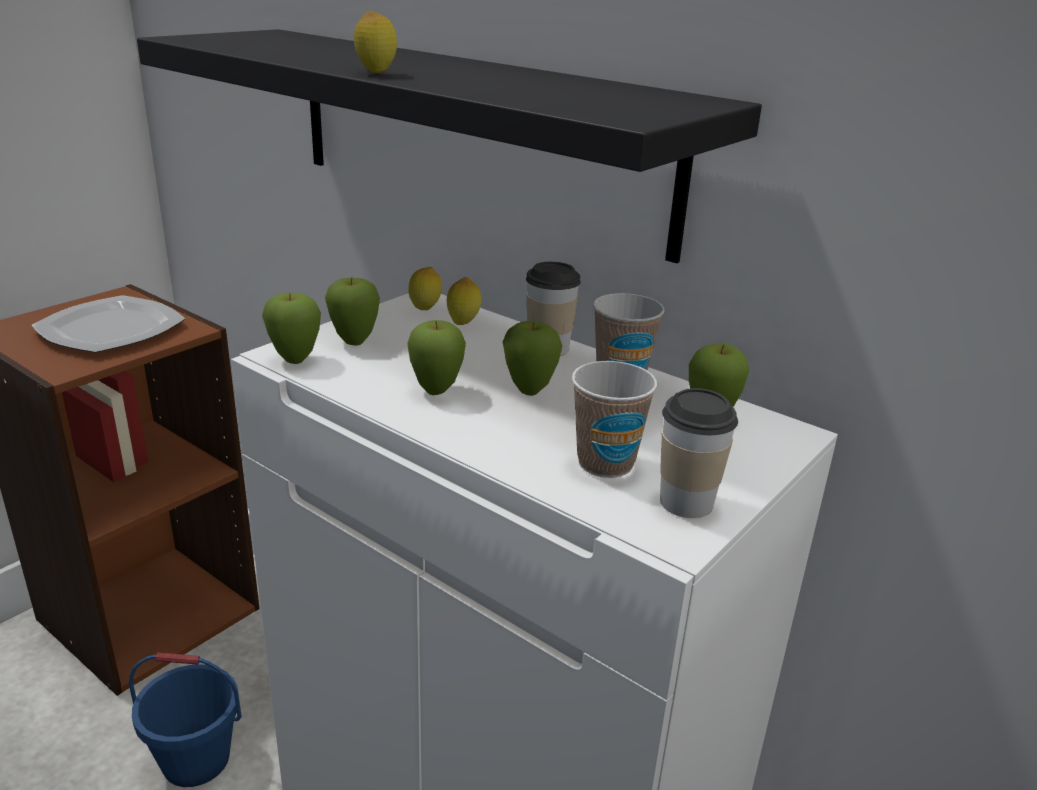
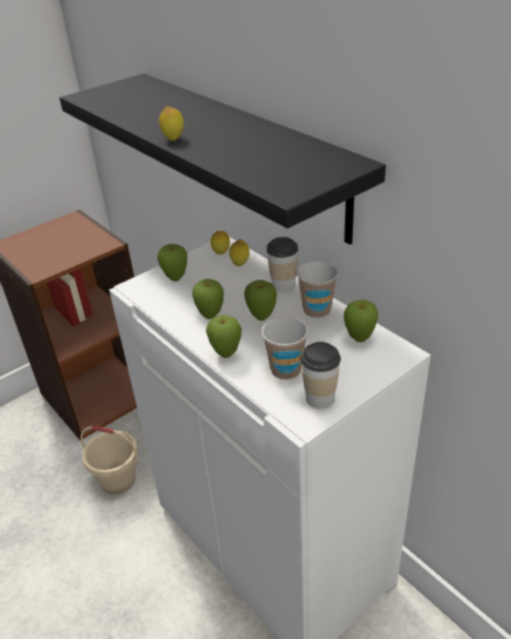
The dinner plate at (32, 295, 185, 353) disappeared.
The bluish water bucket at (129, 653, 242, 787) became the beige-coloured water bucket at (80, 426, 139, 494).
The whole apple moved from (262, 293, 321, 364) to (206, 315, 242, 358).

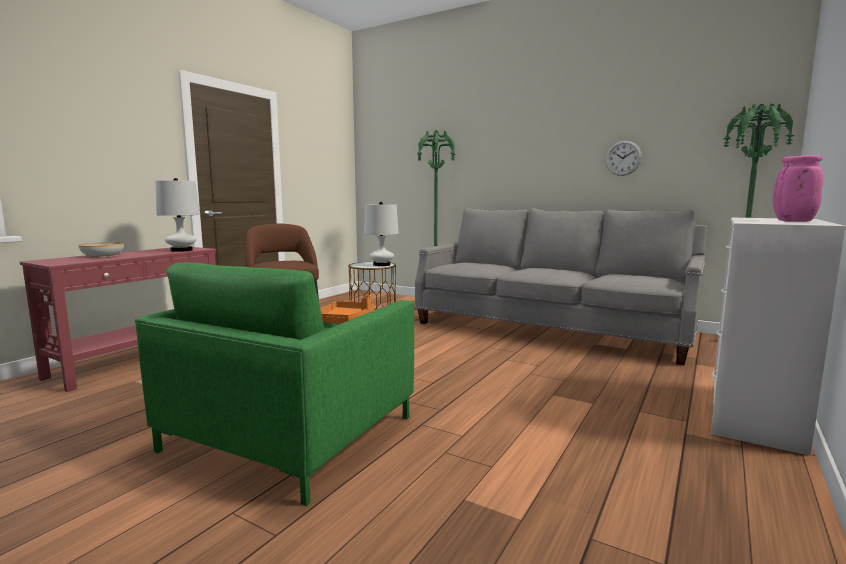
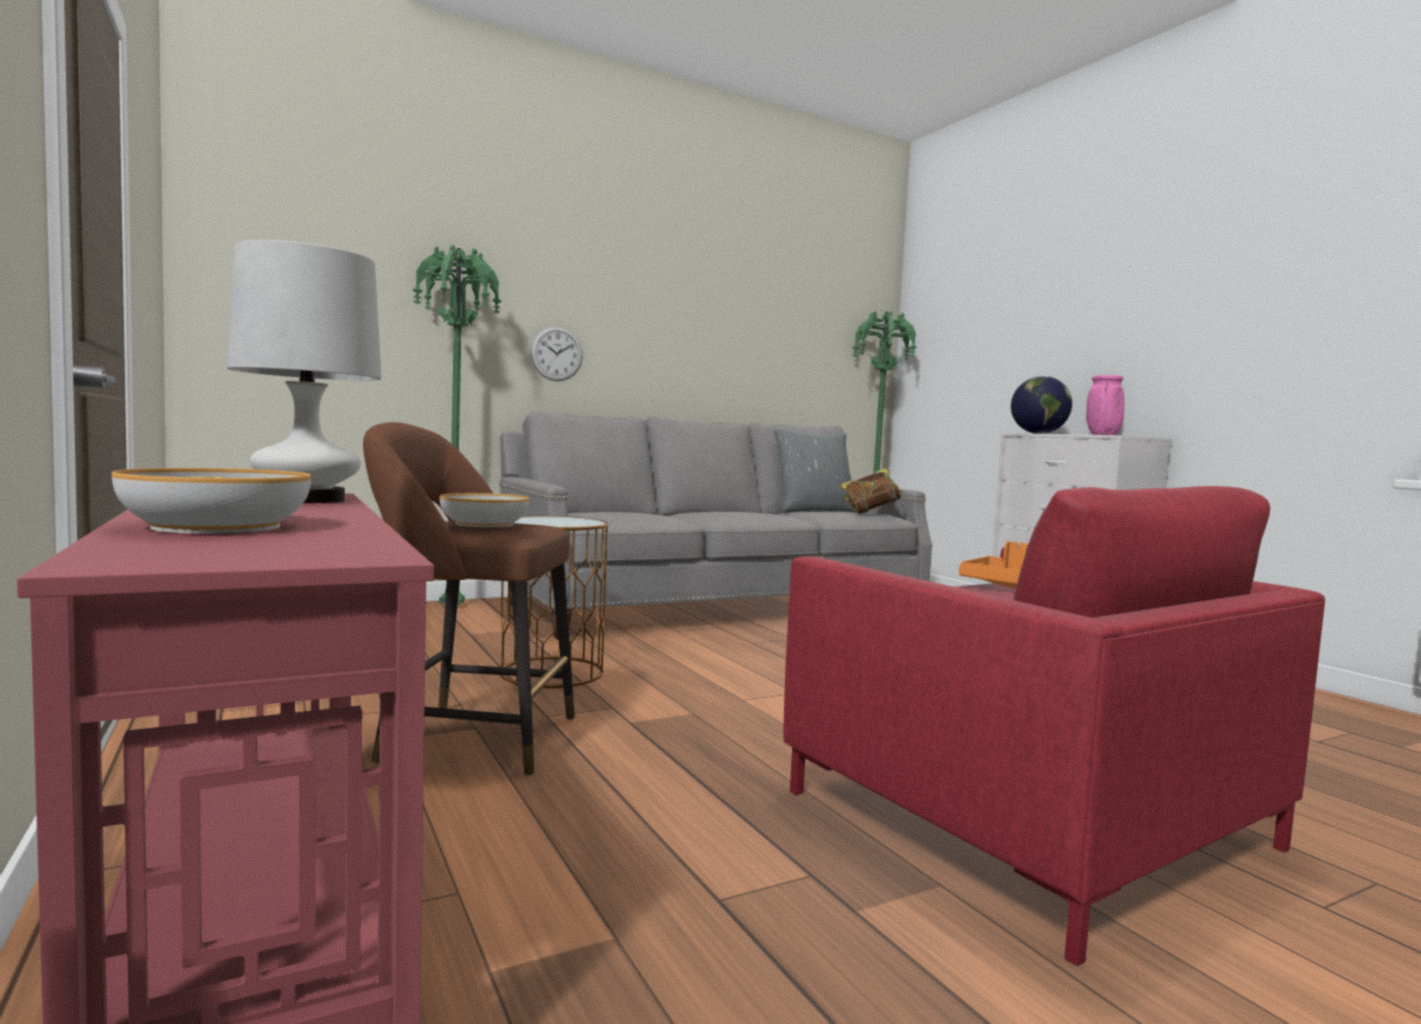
The greenish lounge chair at (135, 263, 414, 506) became the reddish lounge chair at (783, 486, 1325, 966).
The whitish lamp for a table at (364, 202, 399, 266) disappeared.
The wall clock moved from (605, 140, 642, 176) to (530, 326, 583, 381).
The bowl at (439, 493, 529, 527) appeared.
The gray pillow at (773, 429, 856, 512) appeared.
The volume at (841, 469, 904, 514) appeared.
The desk globe at (1011, 376, 1072, 434) appeared.

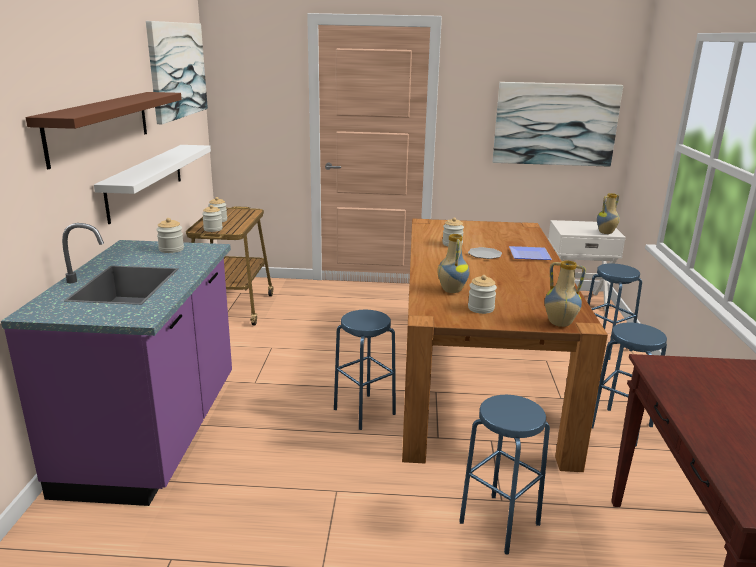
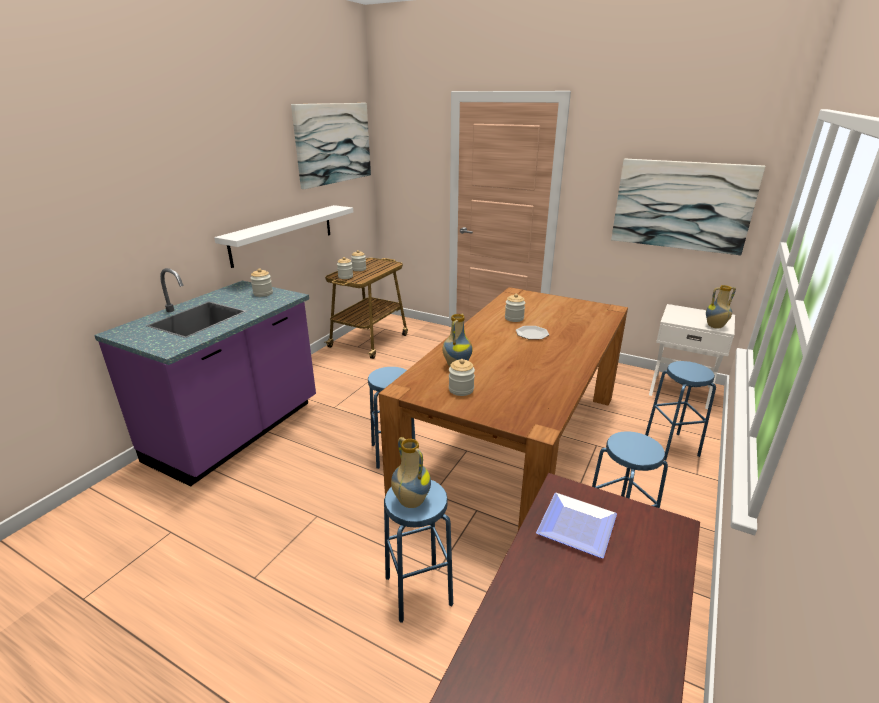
The brown shelf at (26, 92, 182, 169) disappeared.
The dinner plate moved from (509, 246, 552, 260) to (536, 493, 617, 558).
The decorative vase moved from (545, 261, 586, 327) to (391, 437, 431, 508).

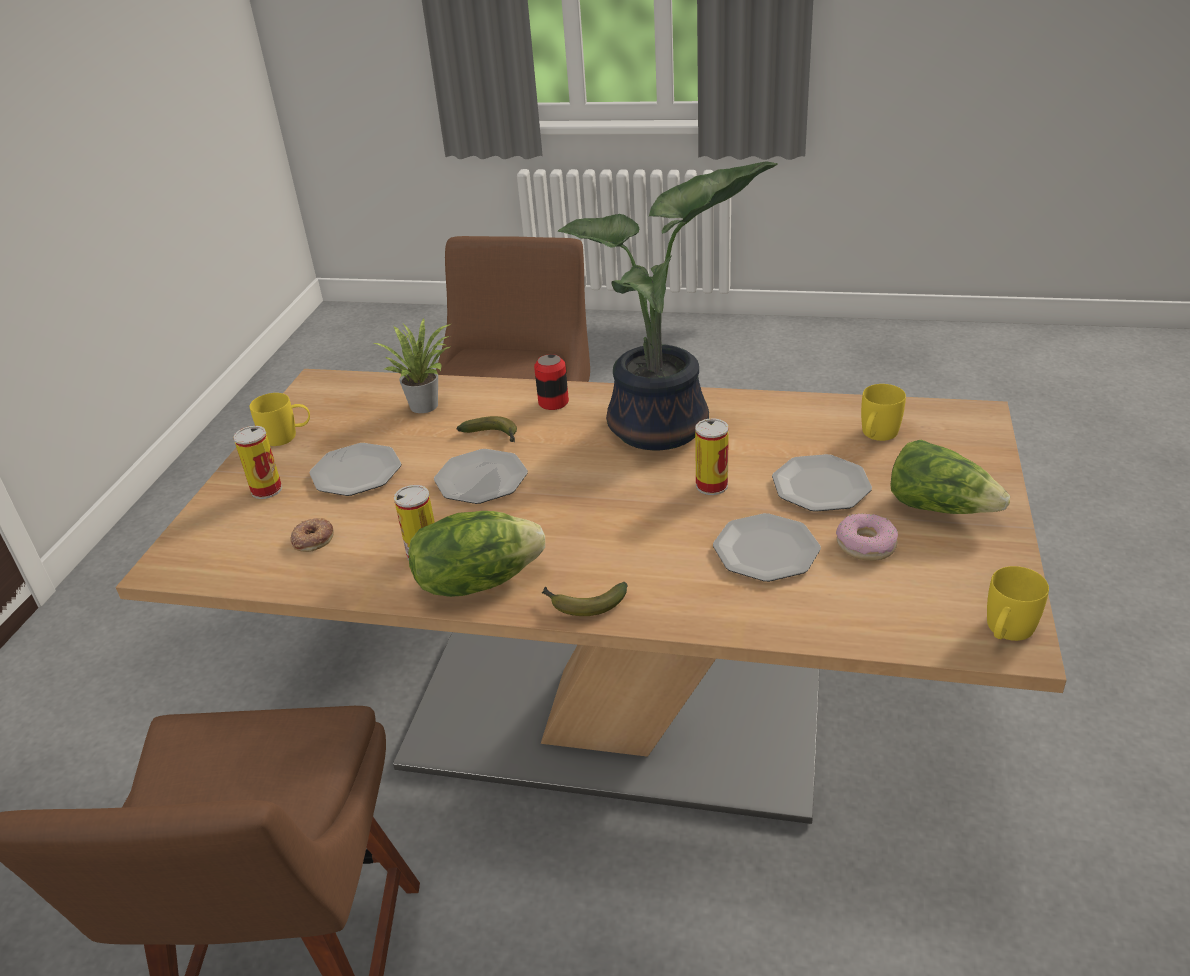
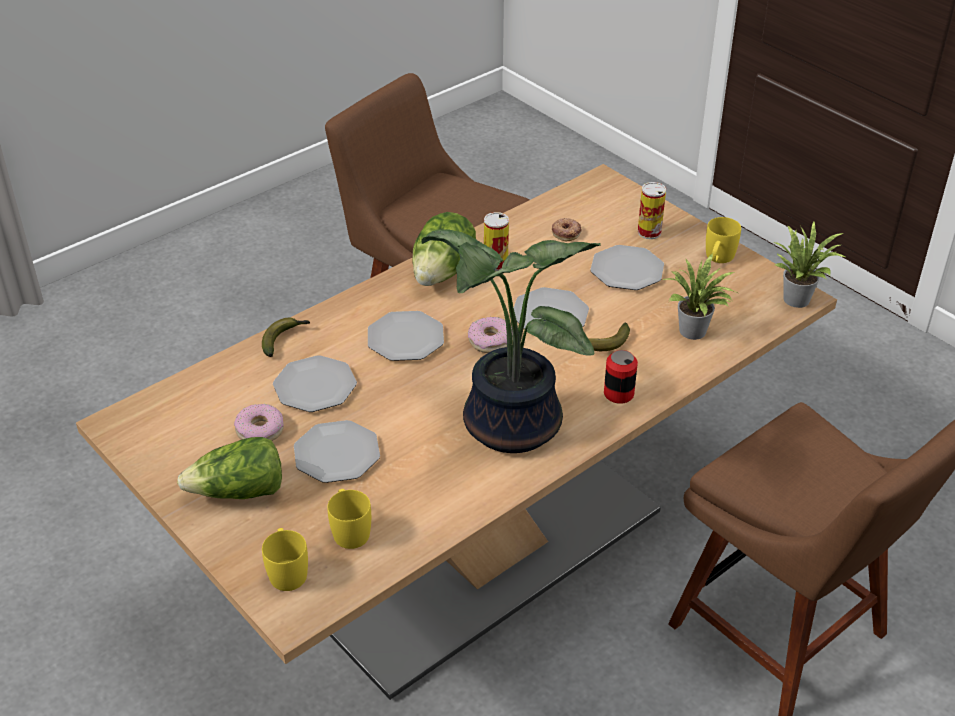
The whole banana moved from (542, 582, 628, 616) to (262, 318, 310, 357).
The metal can at (695, 418, 729, 495) disappeared.
The yellow coffee mug moved from (987, 566, 1049, 641) to (262, 528, 308, 591).
The dinner plate at (368, 311, 444, 361) appeared.
The ring doughnut at (468, 317, 513, 353) appeared.
The plant in a pot at (774, 221, 847, 308) appeared.

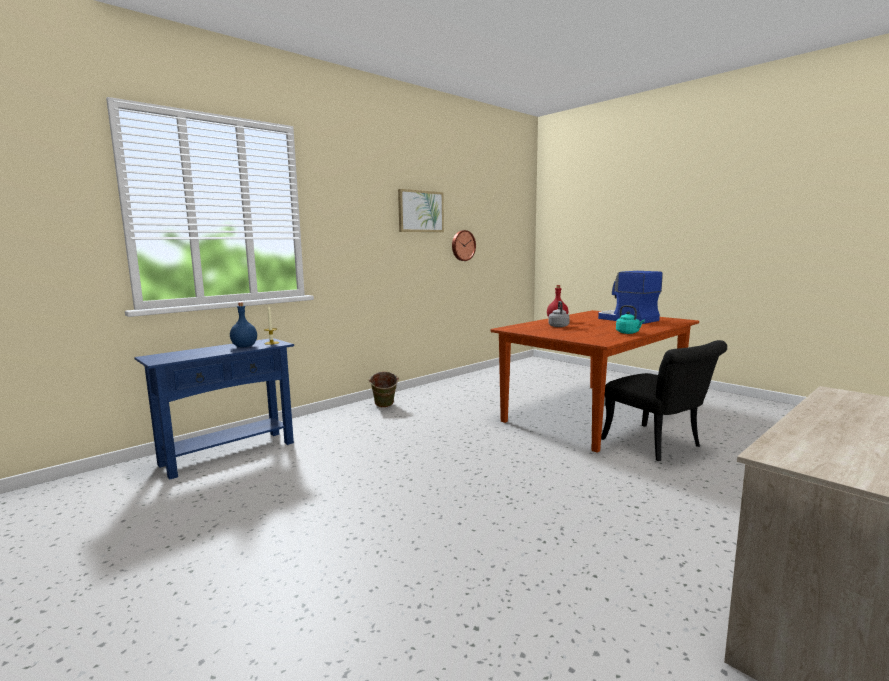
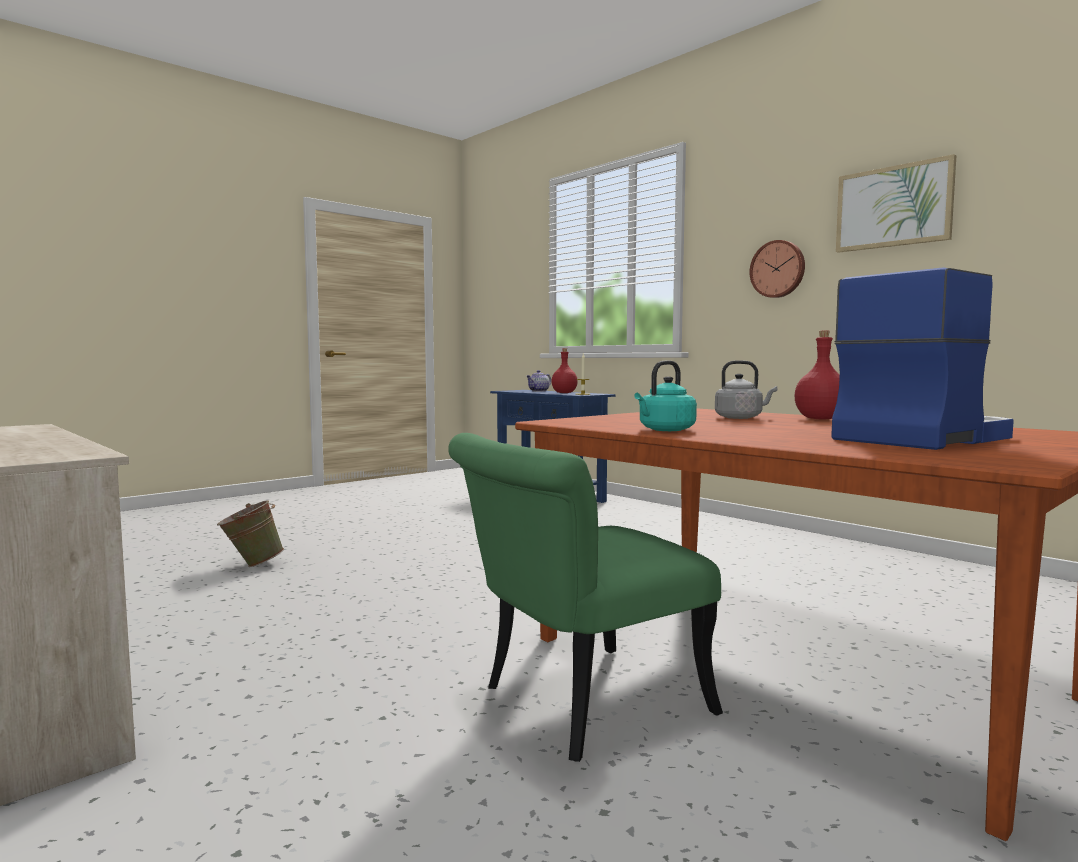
The bluish beverage bottle at (230, 302, 257, 347) became the reddish beverage bottle at (551, 348, 578, 393).
The greenish water bucket moved from (369, 372, 399, 408) to (217, 500, 284, 567).
The wall clock moved from (452, 230, 476, 261) to (749, 240, 805, 298).
The black chair at (601, 340, 727, 461) became the greenish chair at (448, 433, 723, 762).
The pot for tea at (527, 370, 551, 392) appeared.

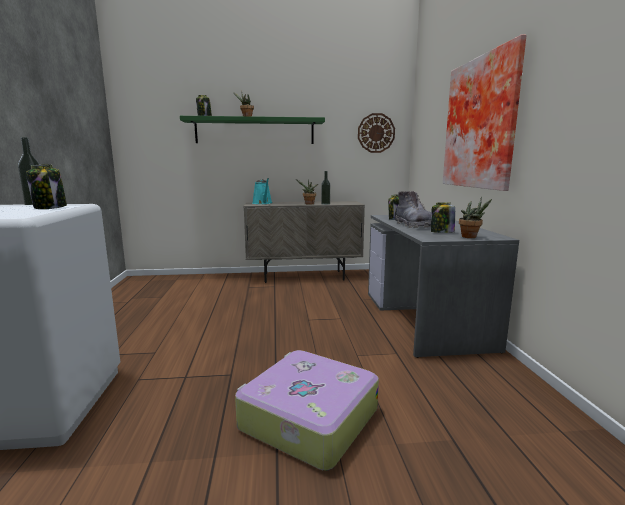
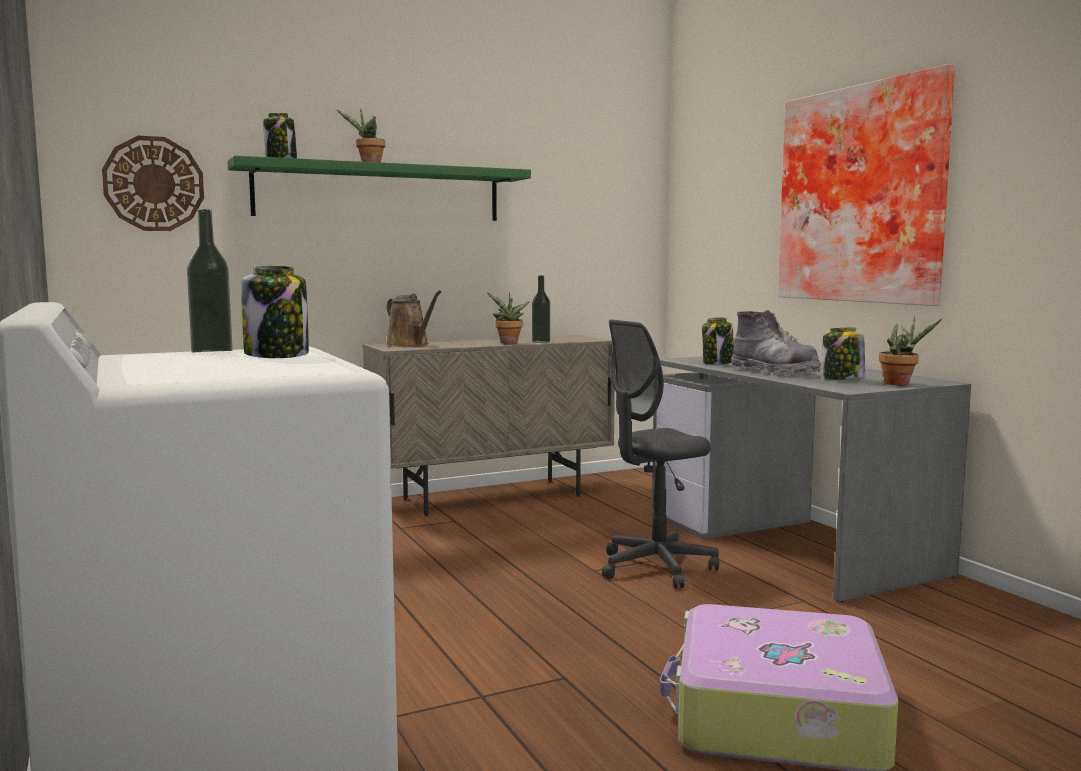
The turquoise watering pot at (252, 178, 272, 204) became the brown watering pot at (386, 290, 441, 347).
The wall clock moved from (358, 113, 395, 153) to (102, 136, 204, 231).
The gray office chair at (602, 320, 719, 589) appeared.

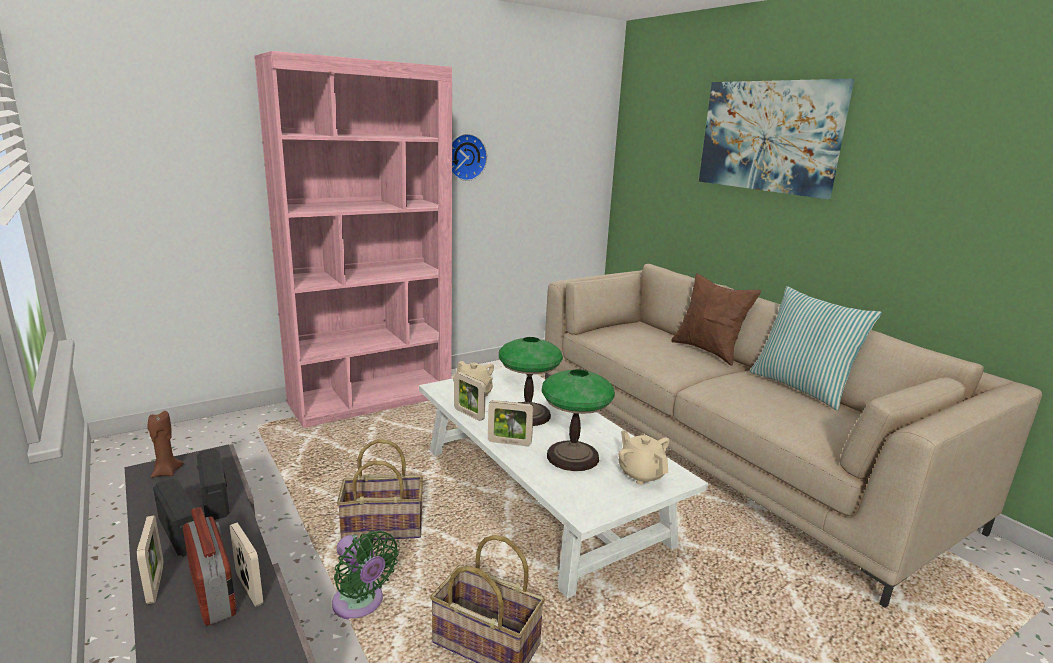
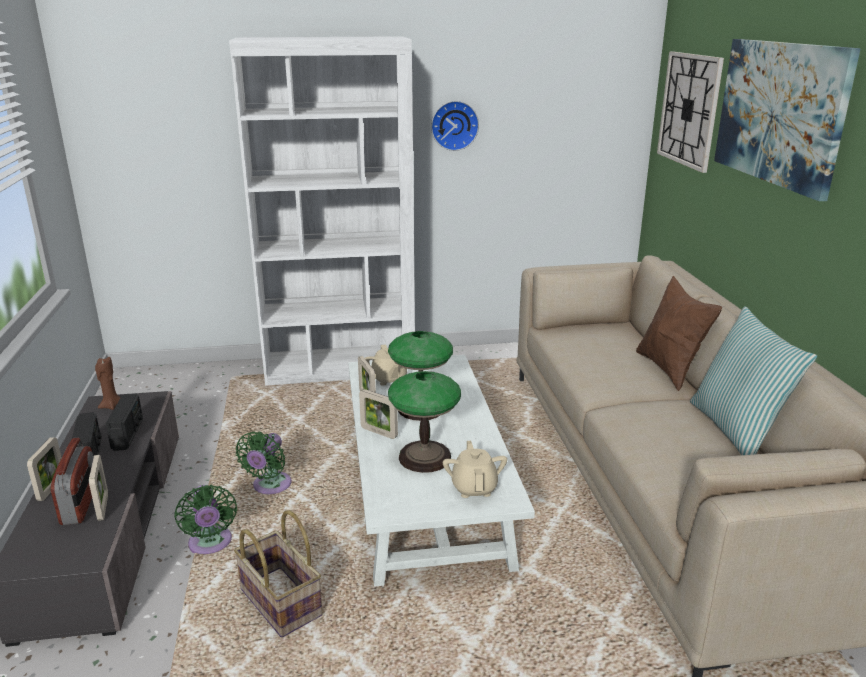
The pinkish shelving unit at (254, 51, 452, 428) became the whitish shelving unit at (229, 36, 415, 386).
The household basket at (337, 439, 423, 541) was replaced by the greenish electric fan at (236, 432, 292, 494).
The wall clock at (657, 52, 724, 173) appeared.

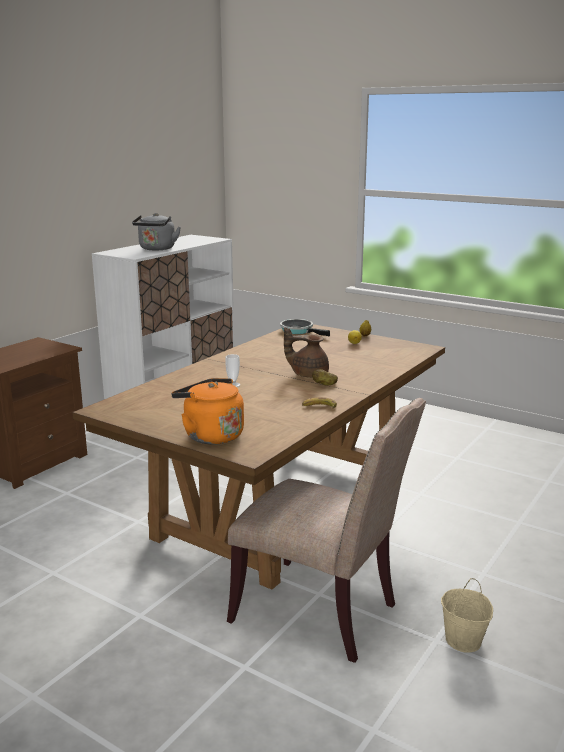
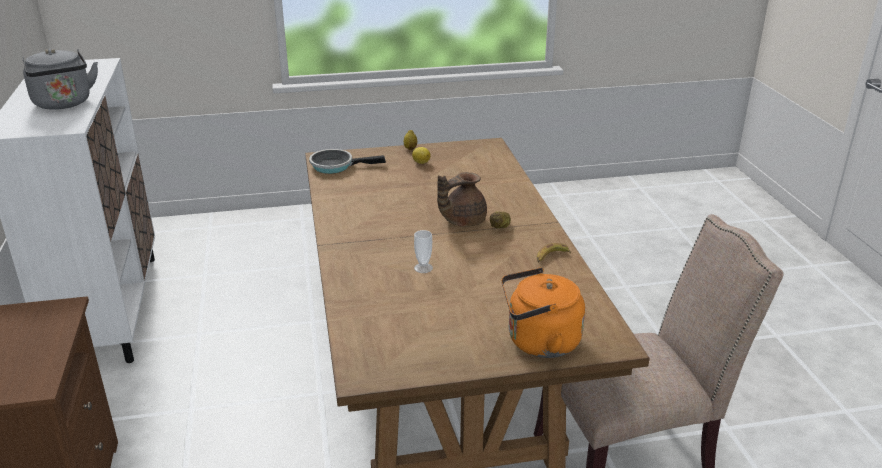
The beige-coloured water bucket at (441, 578, 493, 653) disappeared.

